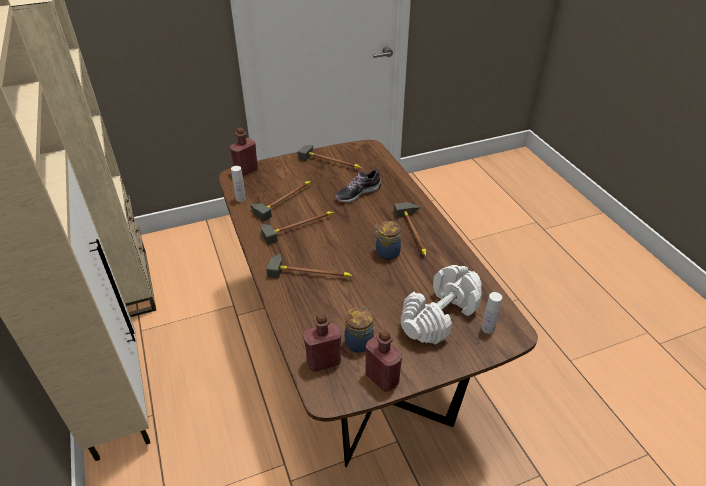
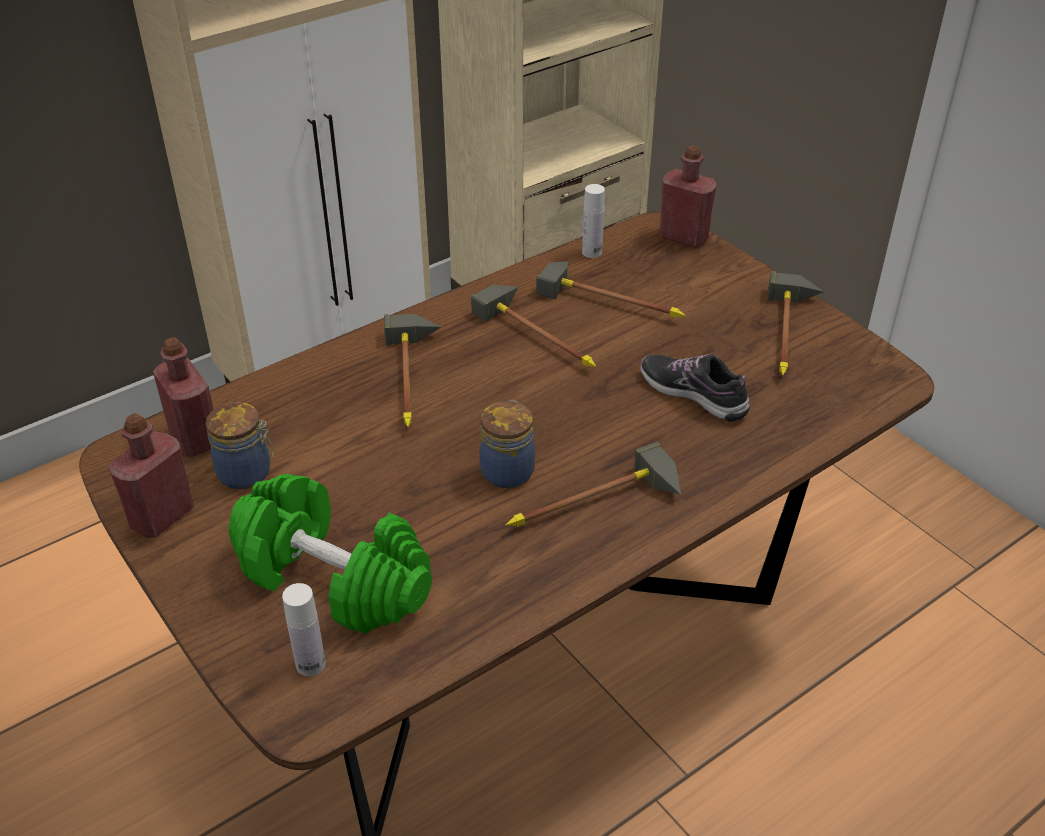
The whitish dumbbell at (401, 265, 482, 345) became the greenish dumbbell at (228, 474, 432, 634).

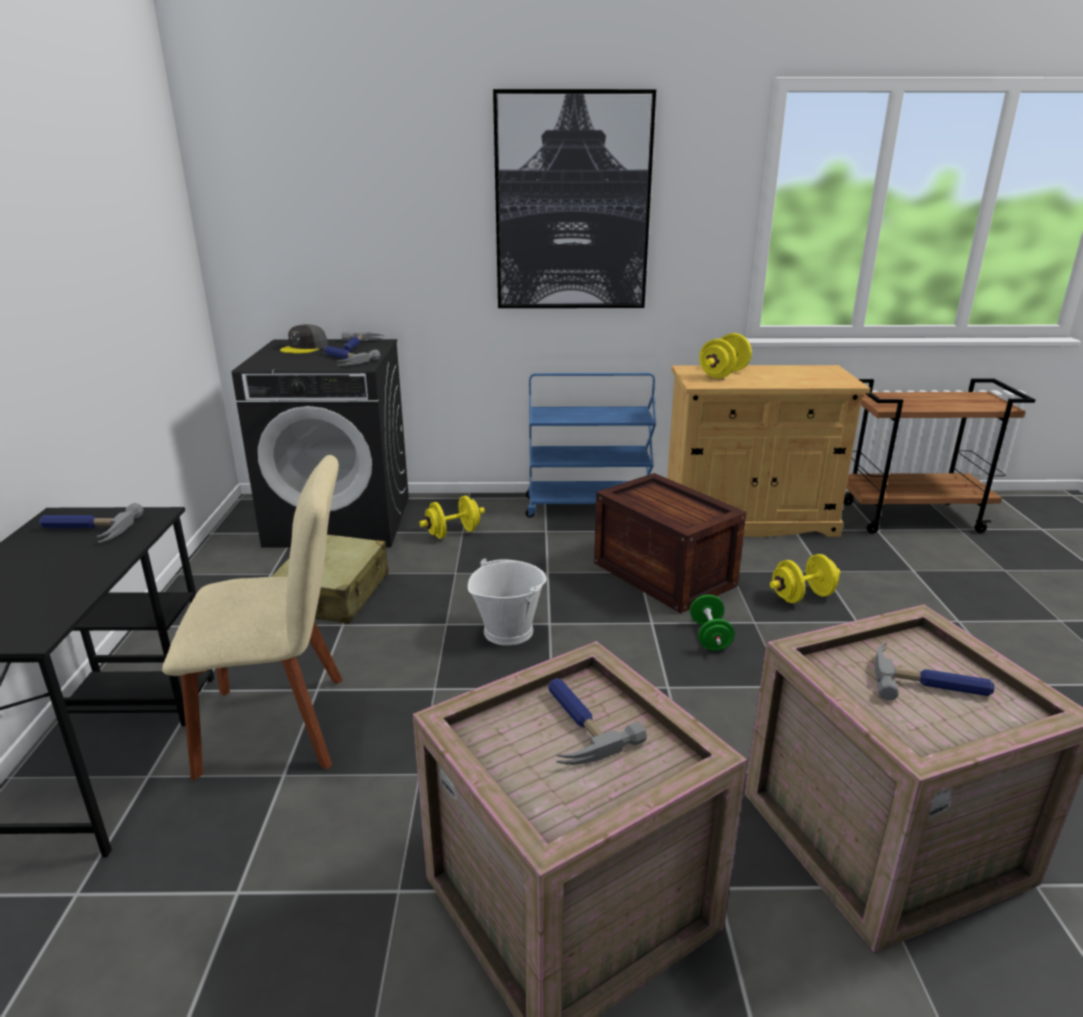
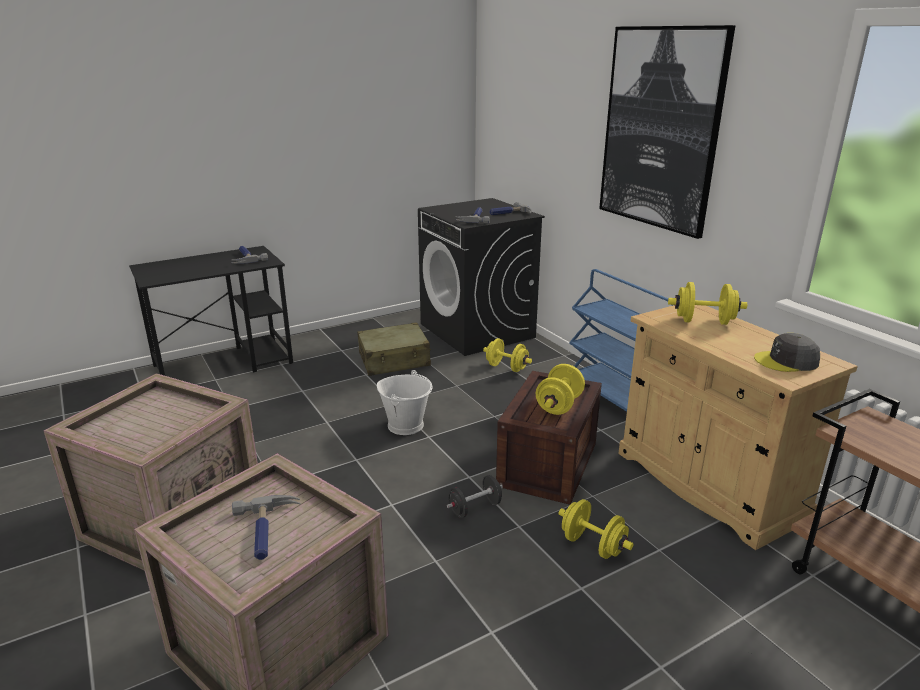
The beige-coloured chair at (162, 455, 343, 780) disappeared.
The gray peaked cap moved from (280, 324, 328, 354) to (754, 333, 820, 372).
The hammer at (548, 678, 647, 765) disappeared.
The greenish dumbbell at (690, 595, 735, 651) became the black dumbbell at (447, 475, 503, 518).
The yellow dumbbell at (536, 364, 585, 415) appeared.

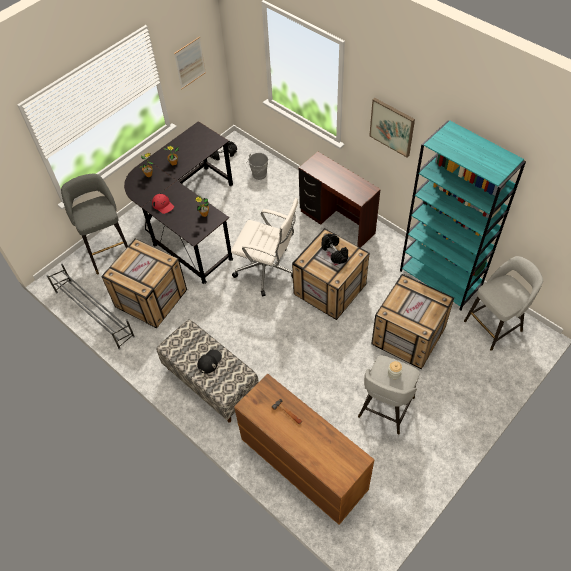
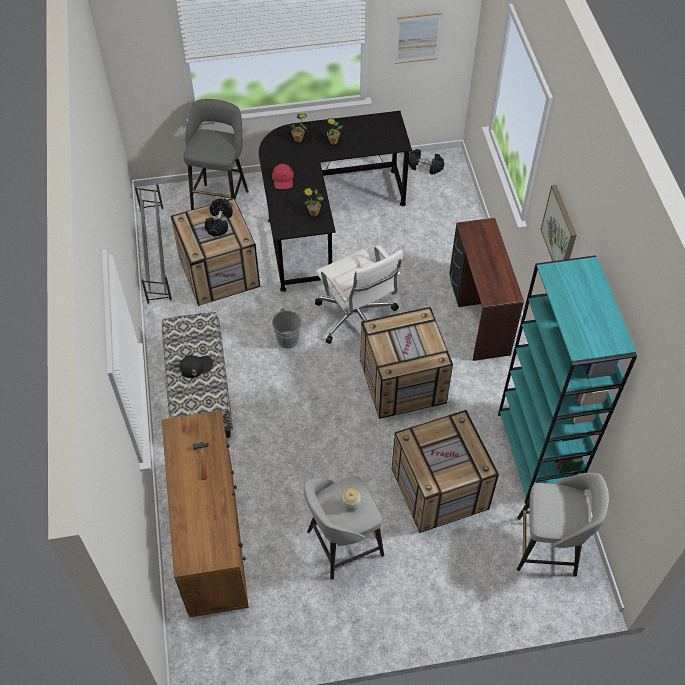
The gray water bucket moved from (246, 153, 268, 180) to (267, 308, 301, 349).
The black dumbbell moved from (321, 233, 348, 264) to (205, 198, 233, 237).

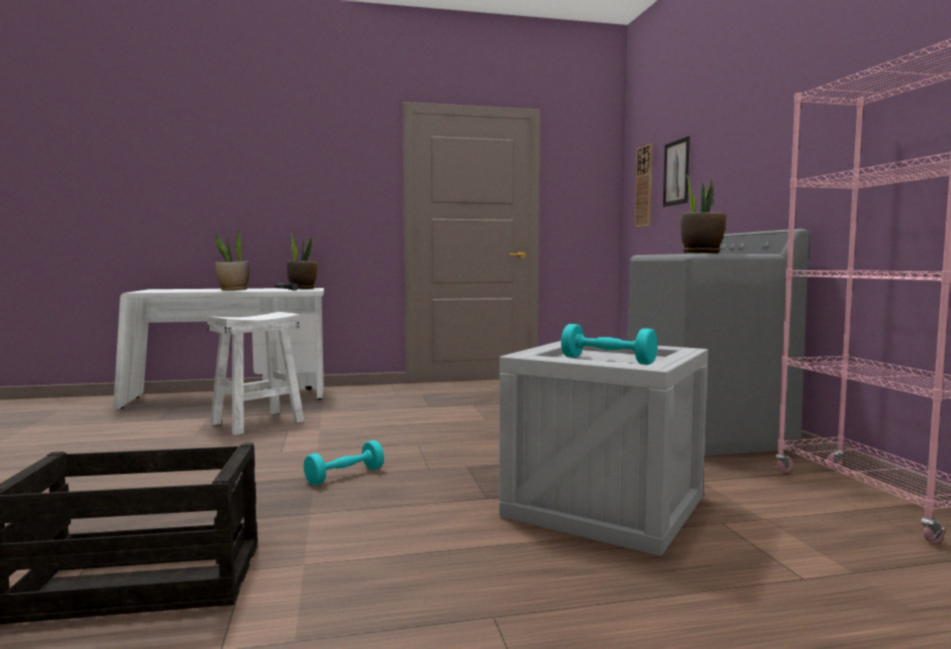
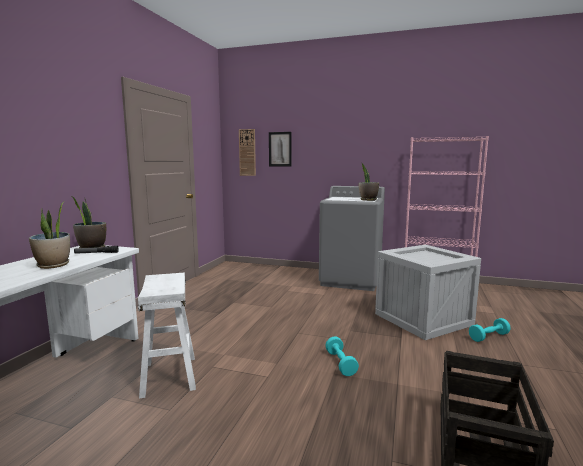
The turquoise dumbbell moved from (561, 324, 658, 365) to (469, 318, 511, 342).

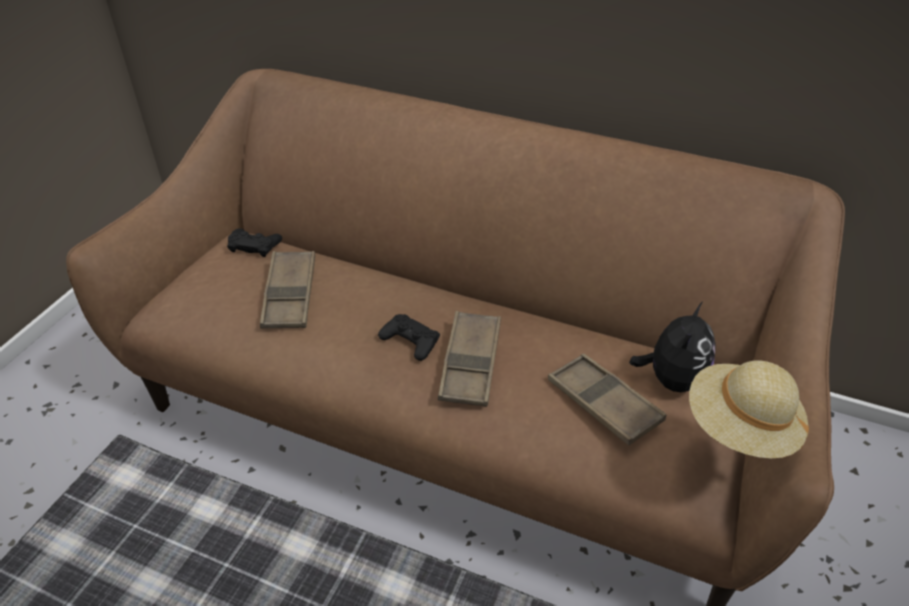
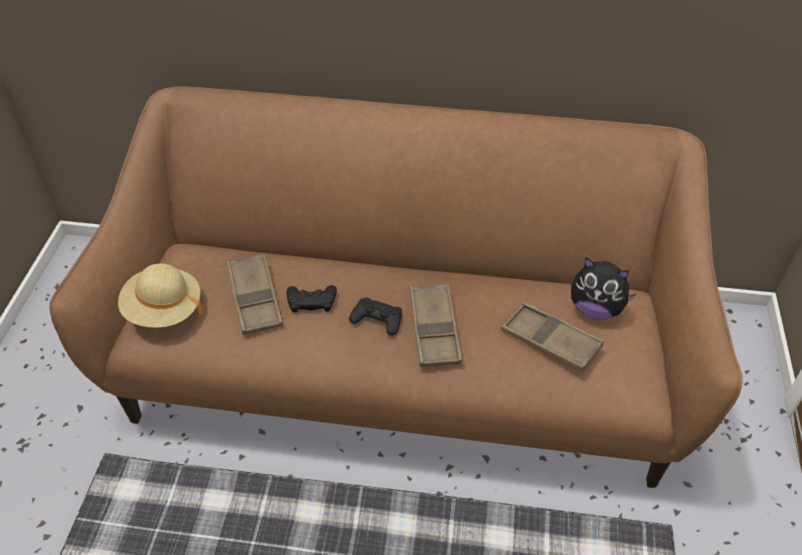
The black gamepad moved from (227, 228, 282, 257) to (287, 285, 337, 312).
The cuddly toy at (629, 302, 716, 392) turned 105 degrees clockwise.
The beige-coloured clothing hat moved from (689, 360, 809, 458) to (118, 264, 203, 328).

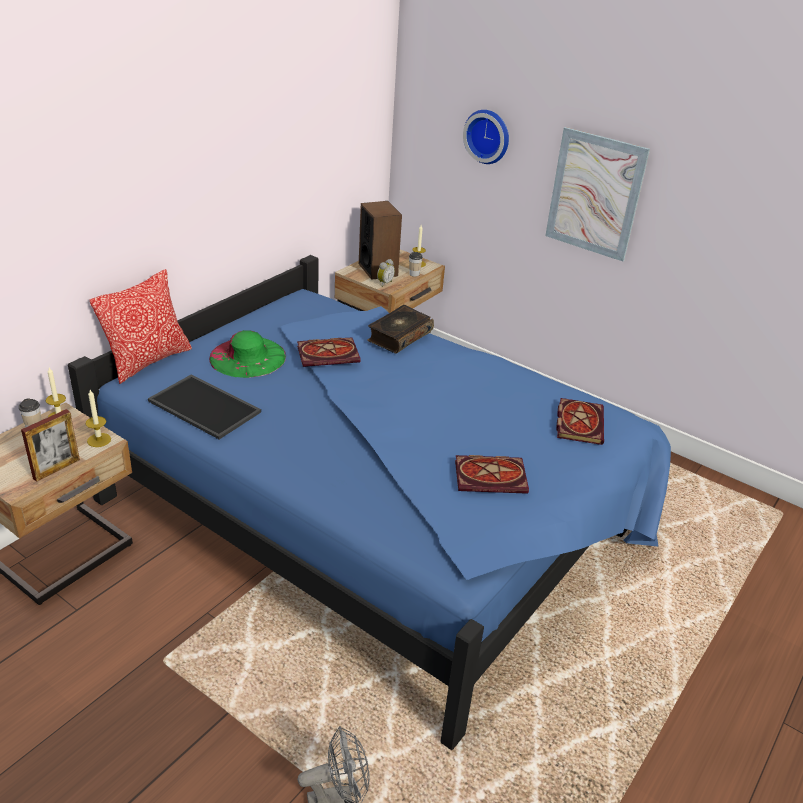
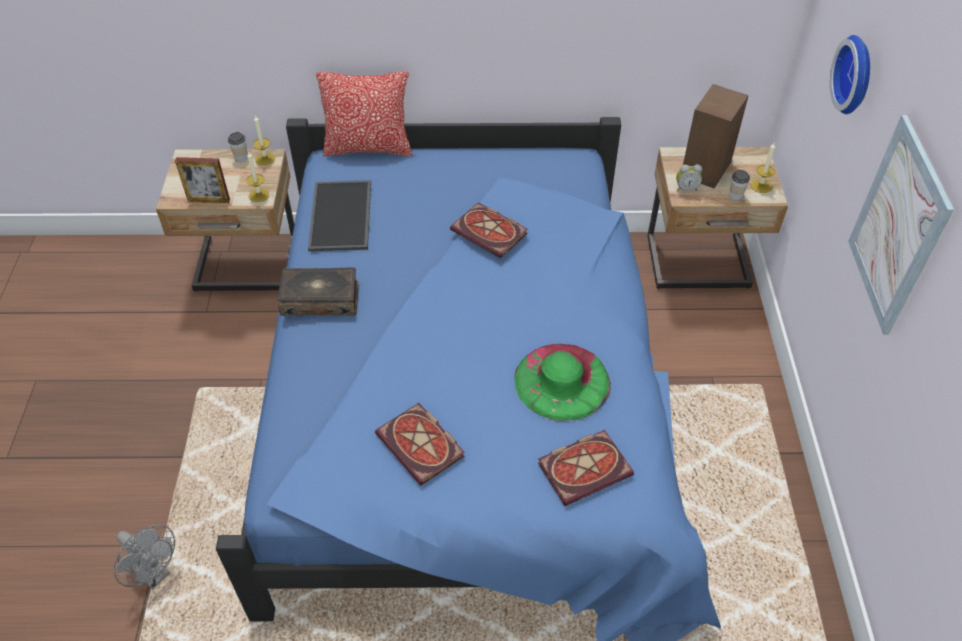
The greenish clothing hat moved from (209, 330, 286, 378) to (514, 344, 611, 421).
The volume moved from (367, 305, 434, 354) to (277, 267, 359, 316).

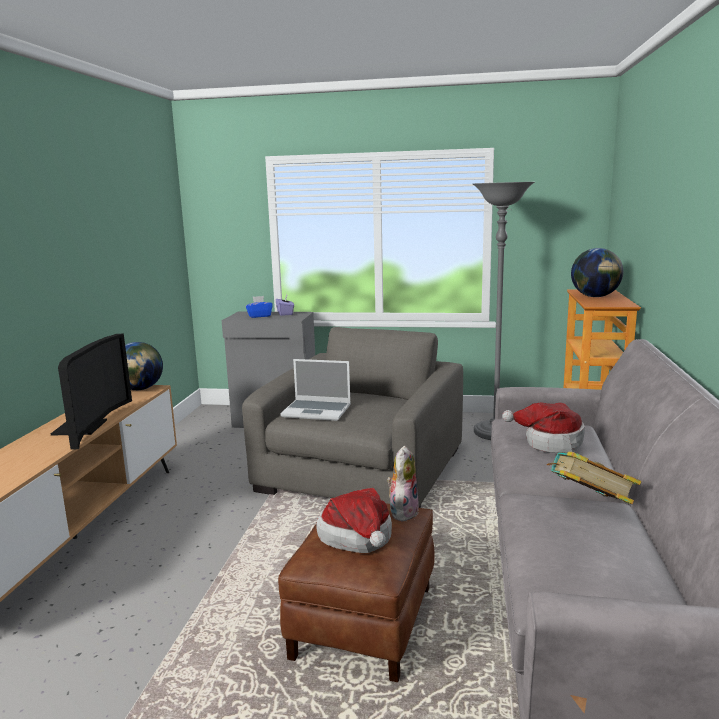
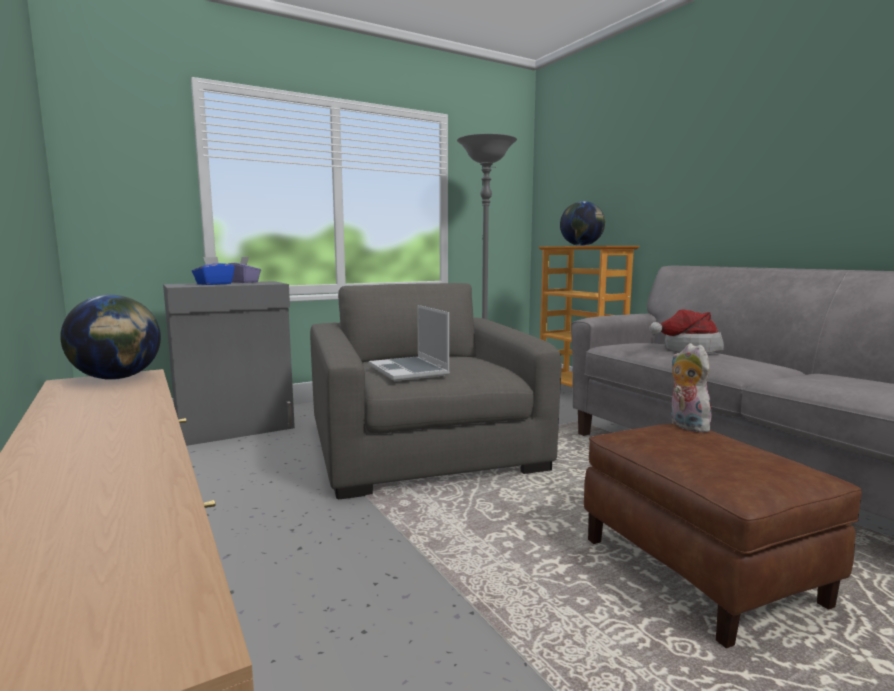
The TV set at (51, 334, 132, 449) disappeared.
The notebook computer at (280, 359, 351, 421) turned 90 degrees clockwise.
The clothing hat at (317, 488, 392, 553) disappeared.
The volume at (547, 451, 641, 504) disappeared.

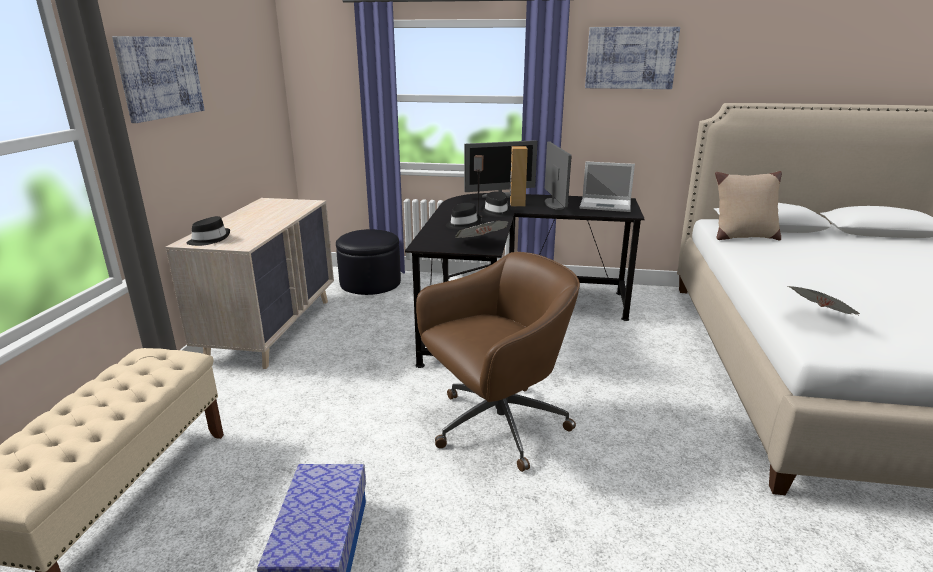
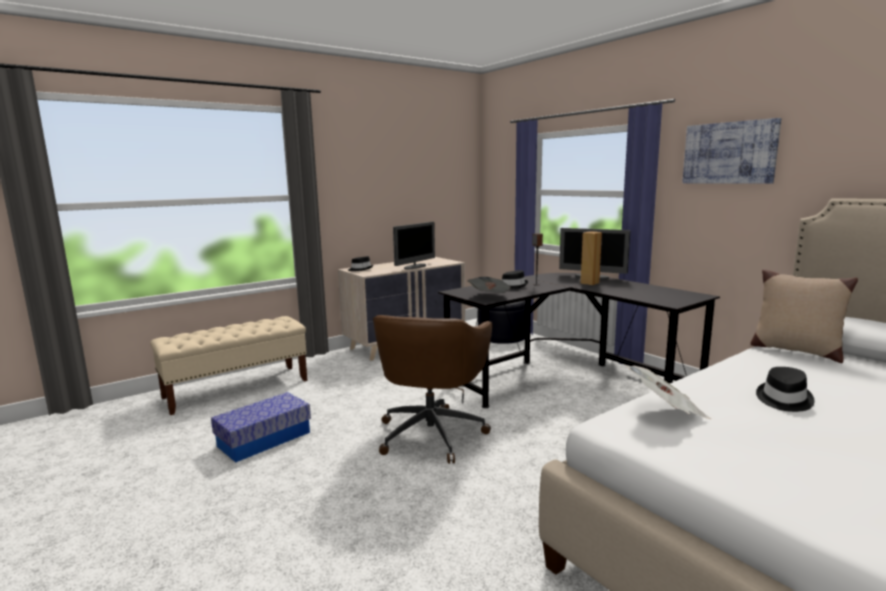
The picture at (112, 36, 204, 123) disappeared.
The brown office chair at (416, 252, 580, 472) turned 90 degrees clockwise.
The black clothing hat moved from (481, 191, 512, 217) to (756, 367, 814, 412).
The monitor moved from (545, 141, 572, 210) to (393, 222, 435, 269).
The notebook computer at (580, 161, 635, 212) disappeared.

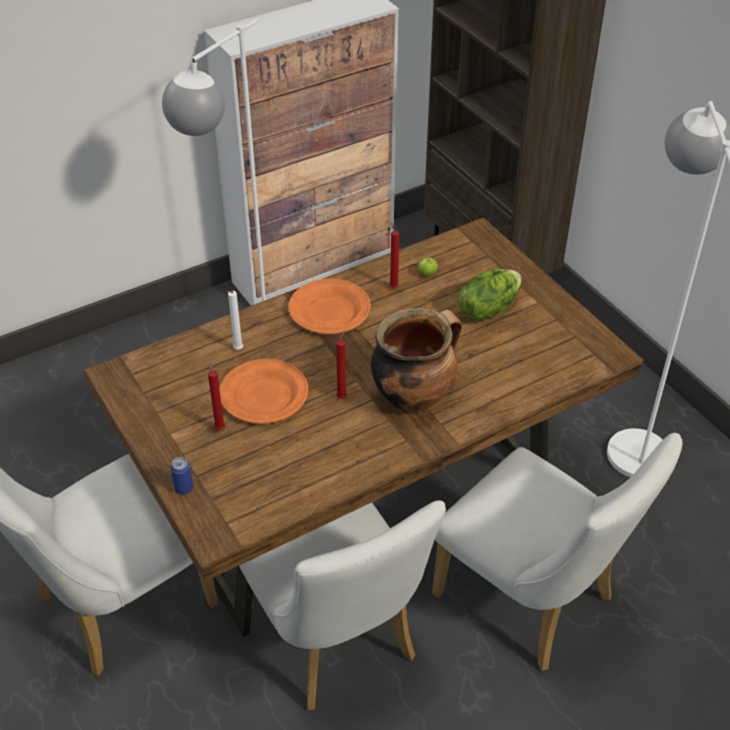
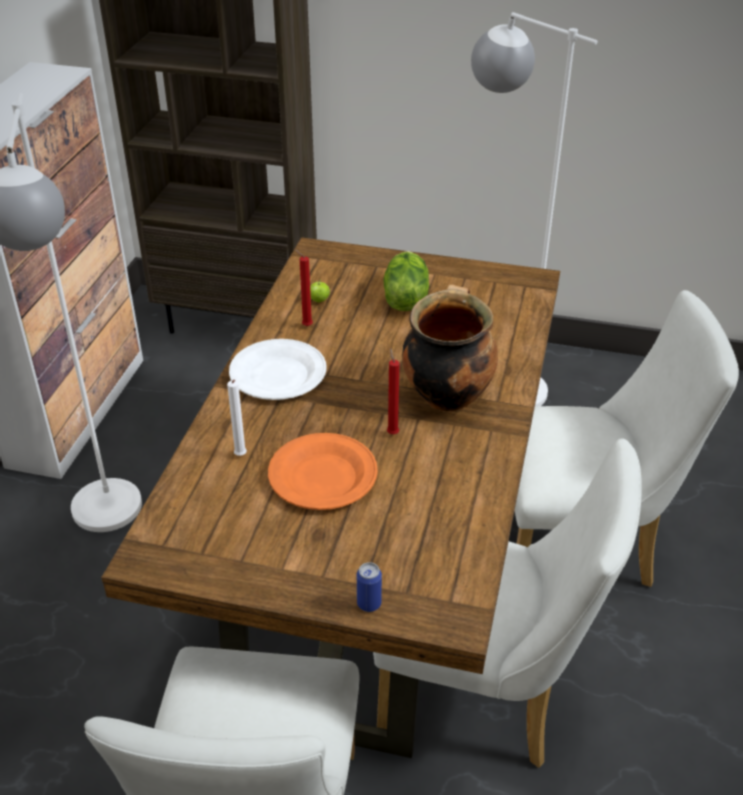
The reddish candle at (208, 360, 225, 430) disappeared.
The orangey dinner plate at (288, 279, 371, 334) became the whitish dinner plate at (229, 339, 327, 400).

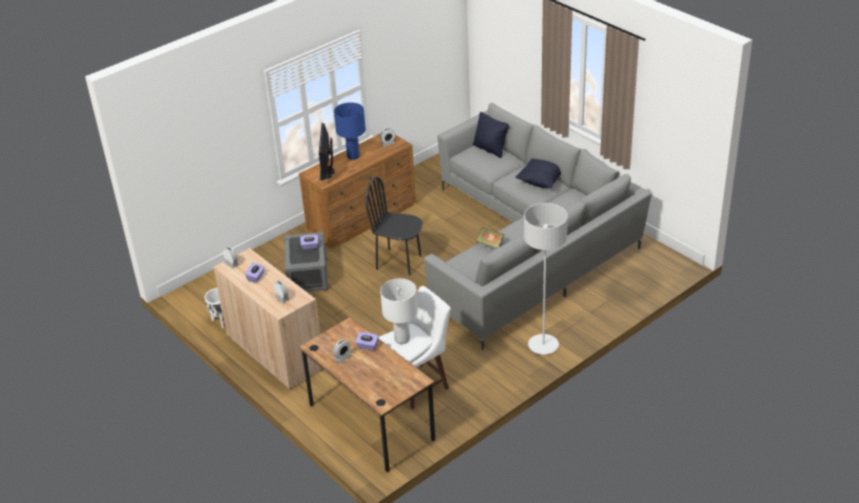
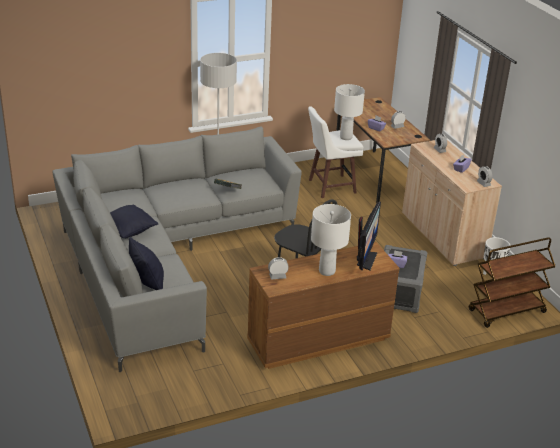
The bluish lamp for a table at (334, 102, 366, 160) became the whitish lamp for a table at (311, 204, 351, 276).
The brown wheeled cart at (469, 237, 555, 328) appeared.

